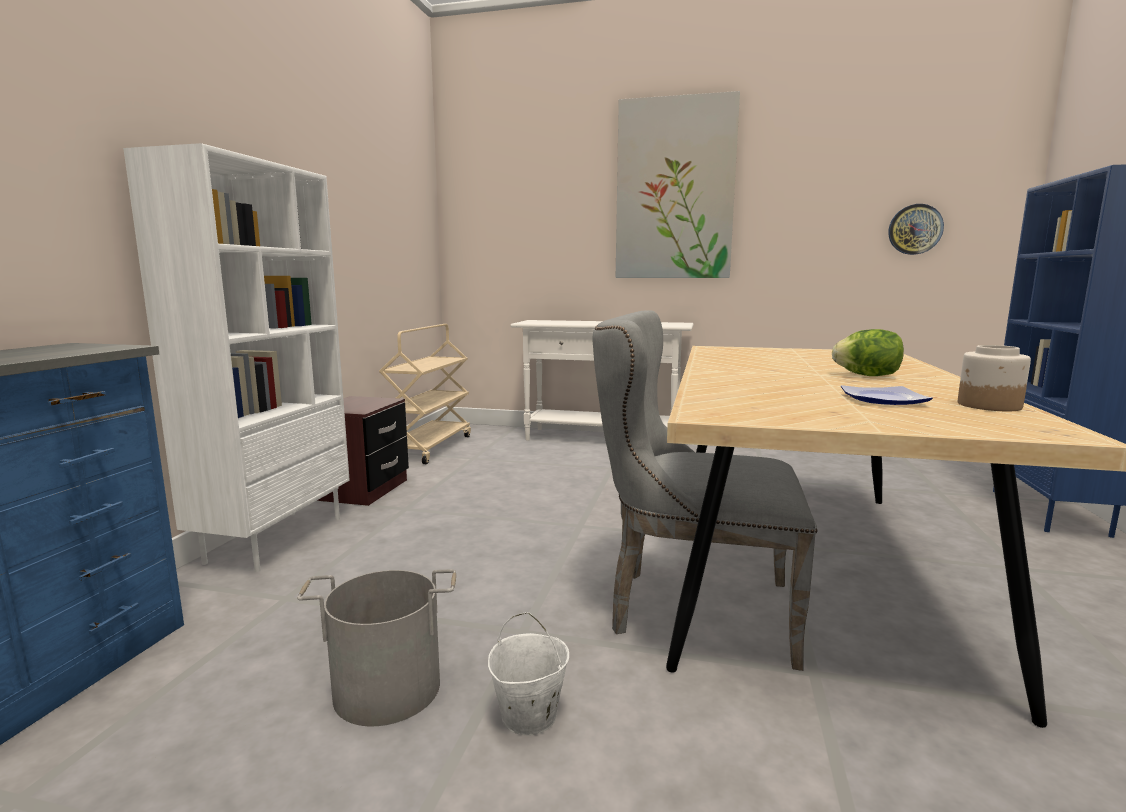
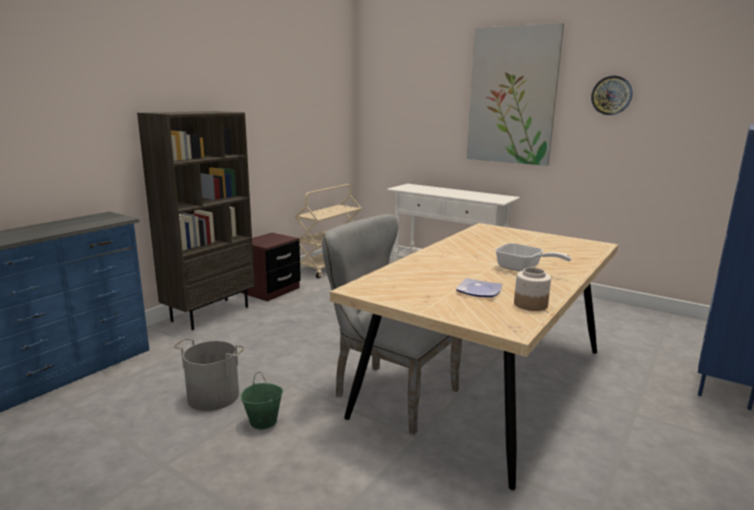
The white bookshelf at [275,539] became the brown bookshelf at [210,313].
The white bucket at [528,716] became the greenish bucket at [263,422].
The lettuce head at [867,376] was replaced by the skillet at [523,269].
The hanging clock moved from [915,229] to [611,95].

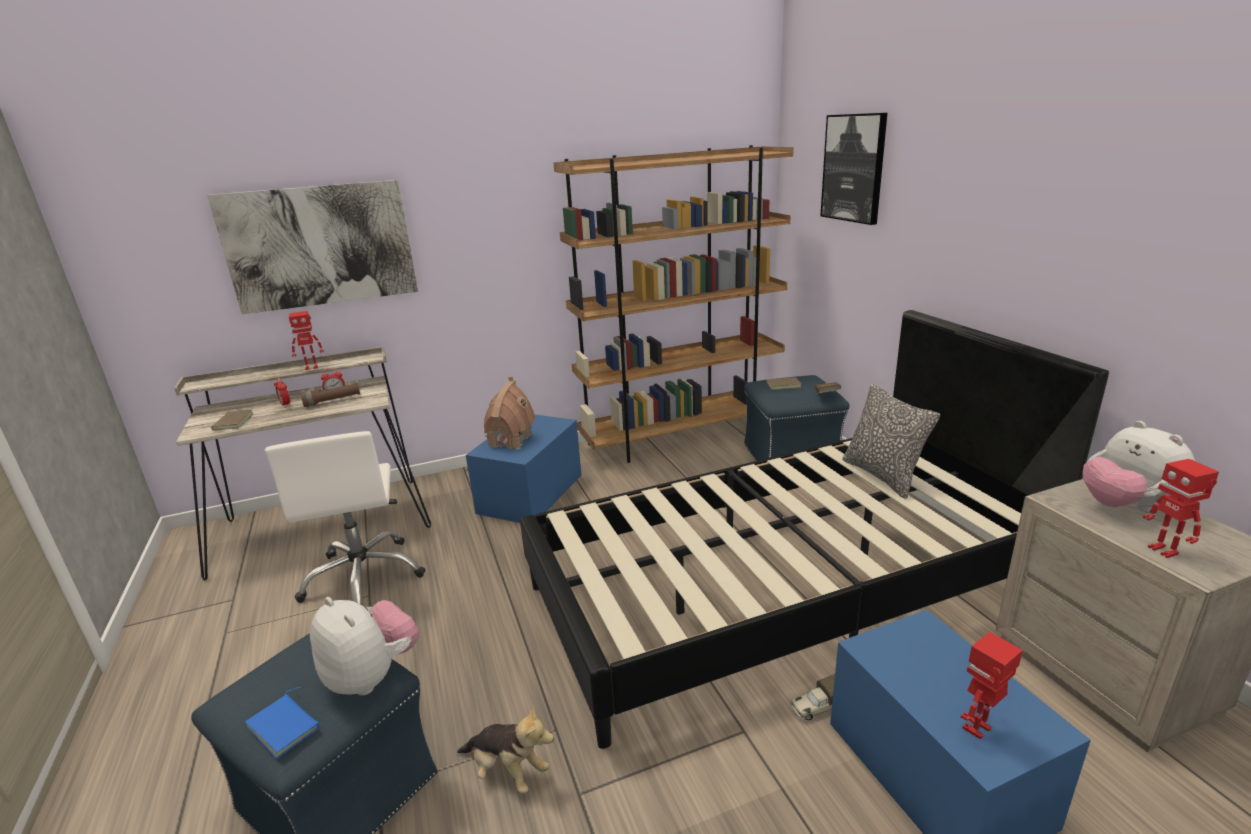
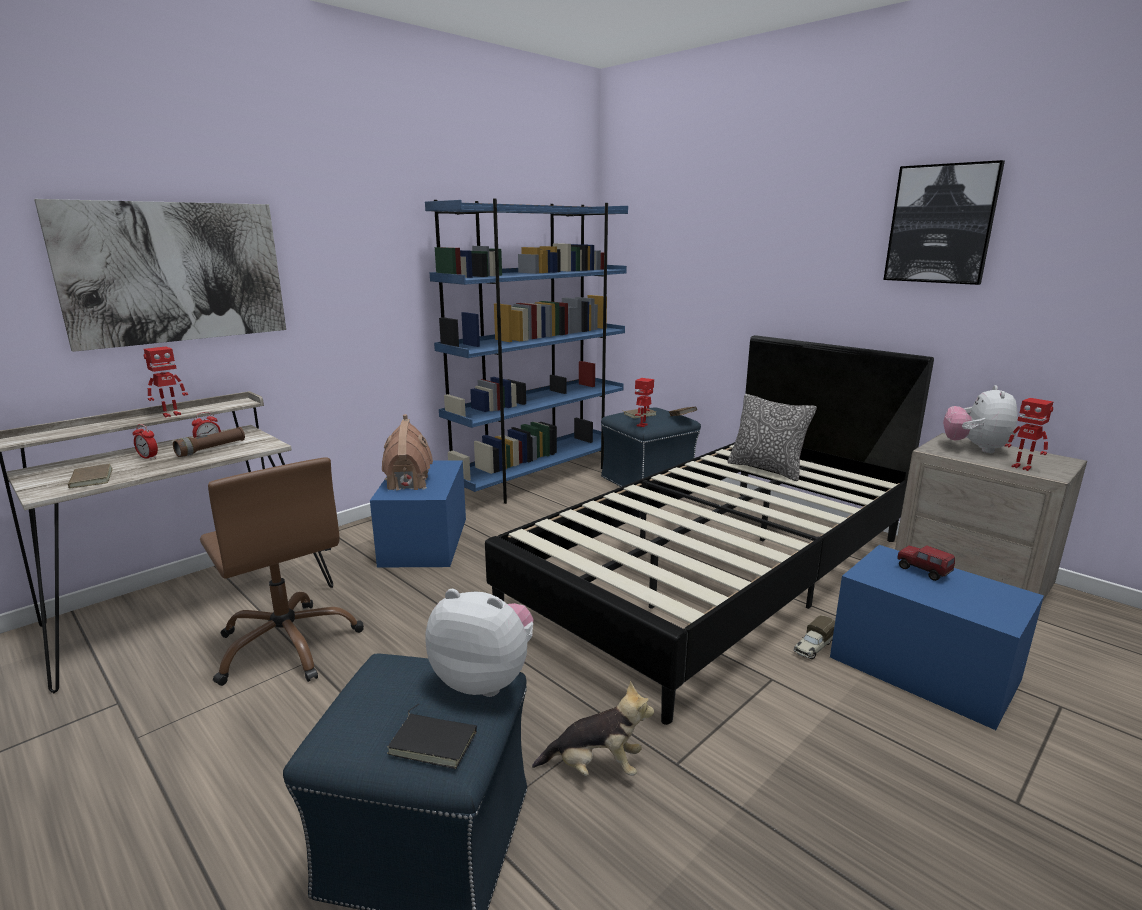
The blue-coloured volume at [286,726] became the black-coloured volume at [434,742].
The white desk chair at [364,576] became the brown desk chair at [288,645].
The brown bookshelf at [681,436] became the blue-coloured bookshelf at [539,477].
The wall art moved from [854,168] to [941,224].
The toy robot moved from [978,729] to [642,425].
The soft toy at [1126,507] turned 60 degrees clockwise.
The toy truck at [923,572] appeared.

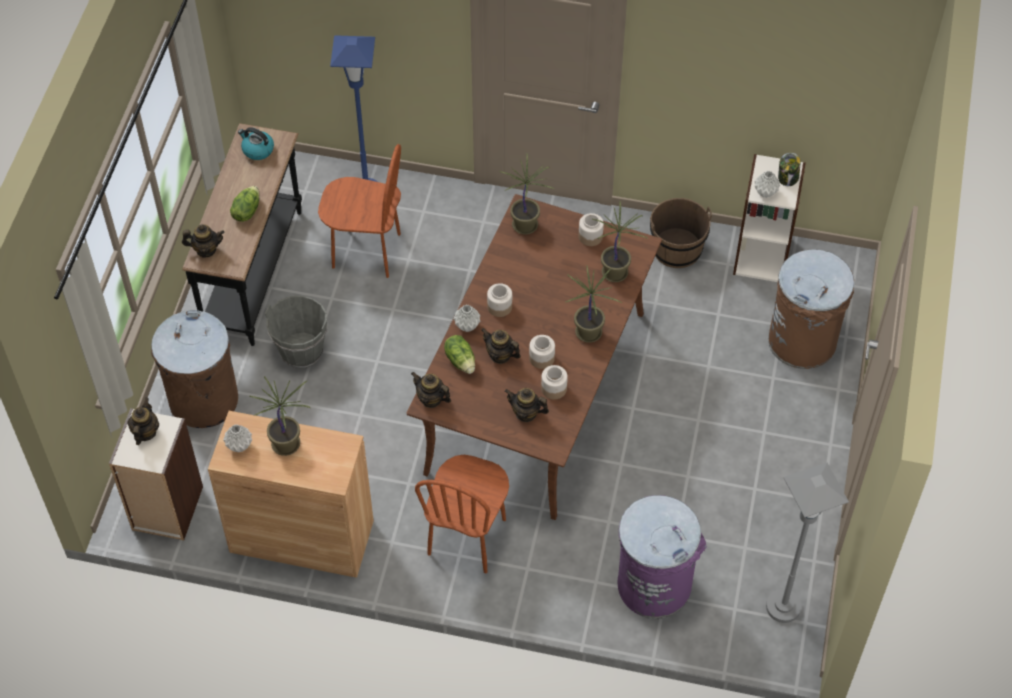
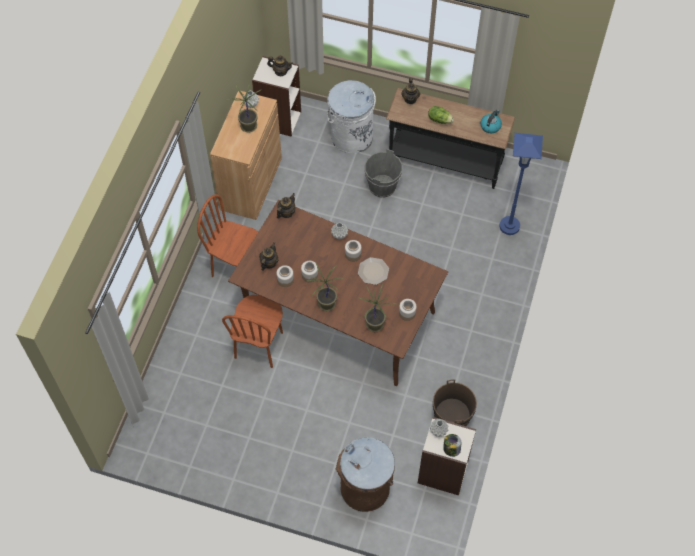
The brown waste bin at [203,399] became the white waste bin at [351,136].
The brown upright chair moved from [366,251] to [259,345].
The lettuce head at [461,360] disappeared.
The teapot at [500,355] disappeared.
The potted plant at [525,224] disappeared.
The purple-coloured waste bin at [654,584] disappeared.
The greyish standard lamp at [783,607] disappeared.
The flat dish at [373,271] appeared.

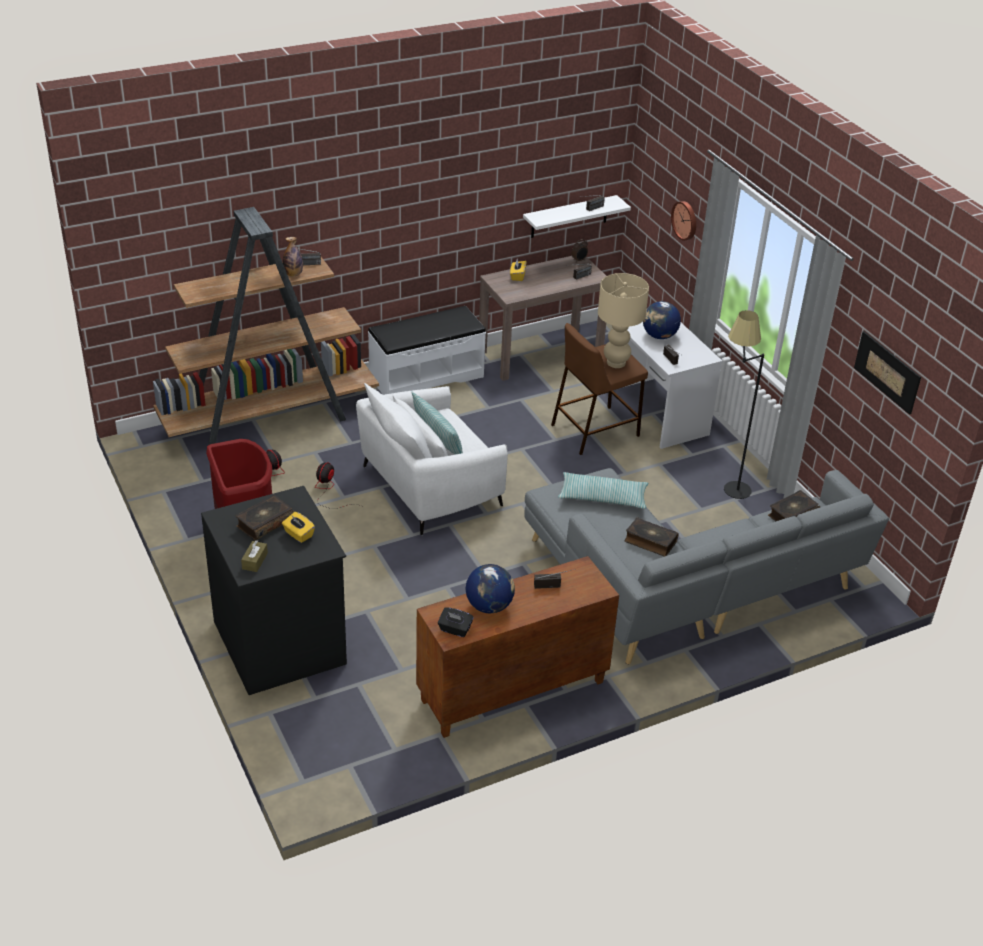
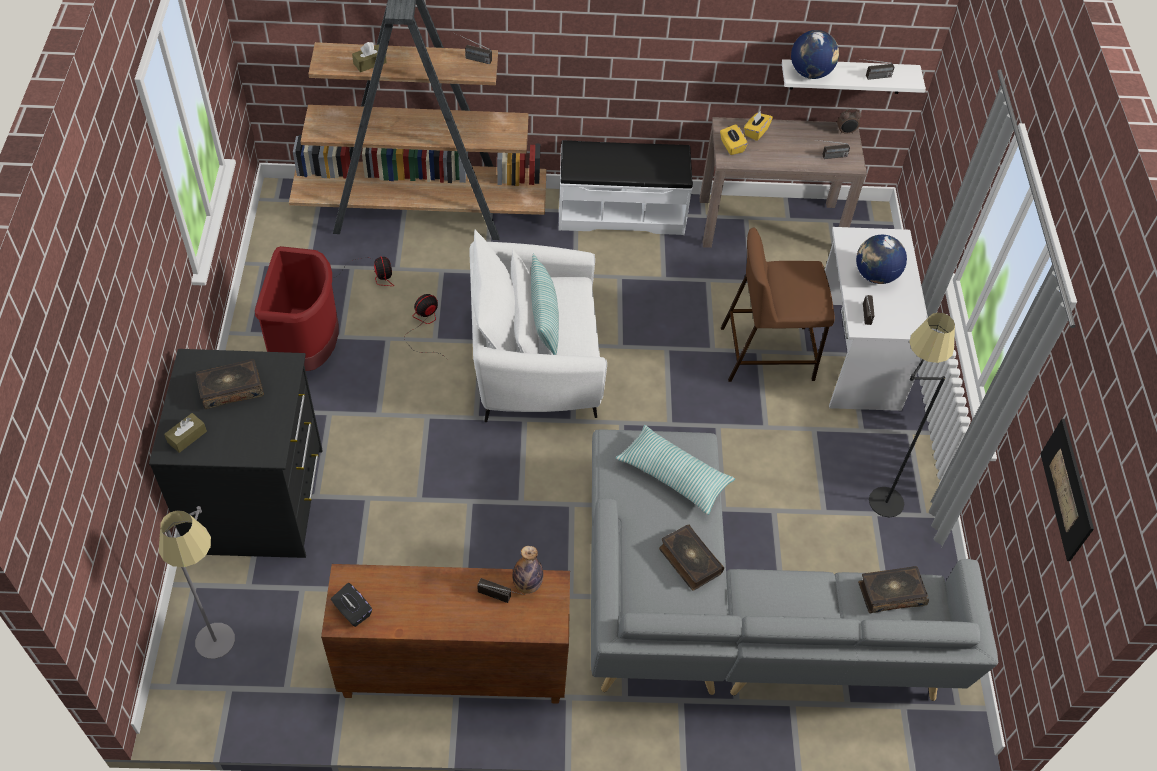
The yellow tissue holder moved from [298,534] to [731,146].
The bottle moved from [293,274] to [527,584].
The globe moved from [489,606] to [810,73].
The beige-coloured lamp for a table at [615,362] disappeared.
The hanging clock at [685,220] disappeared.
The greyish standard lamp at [227,652] appeared.
The brown tissue holder at [369,63] appeared.

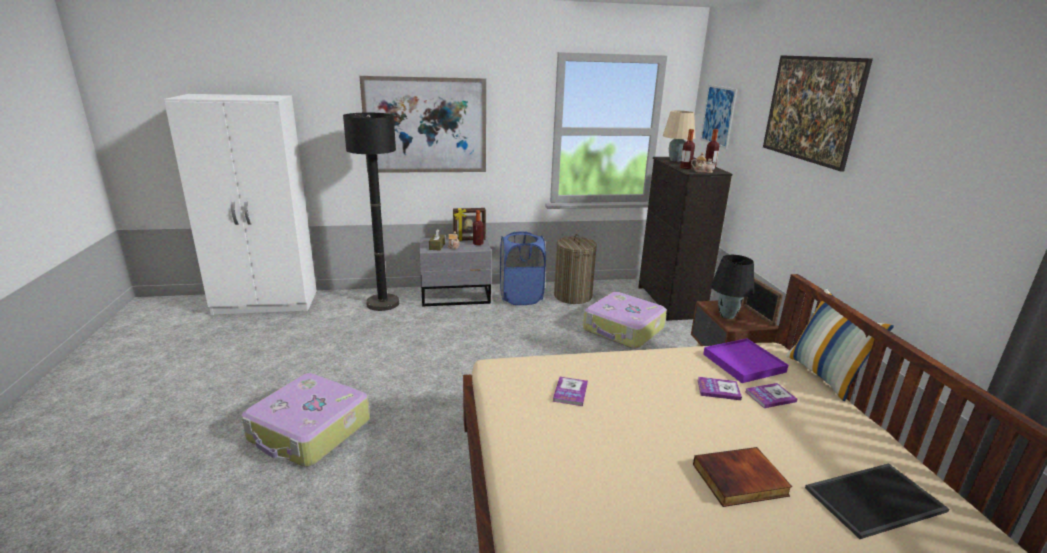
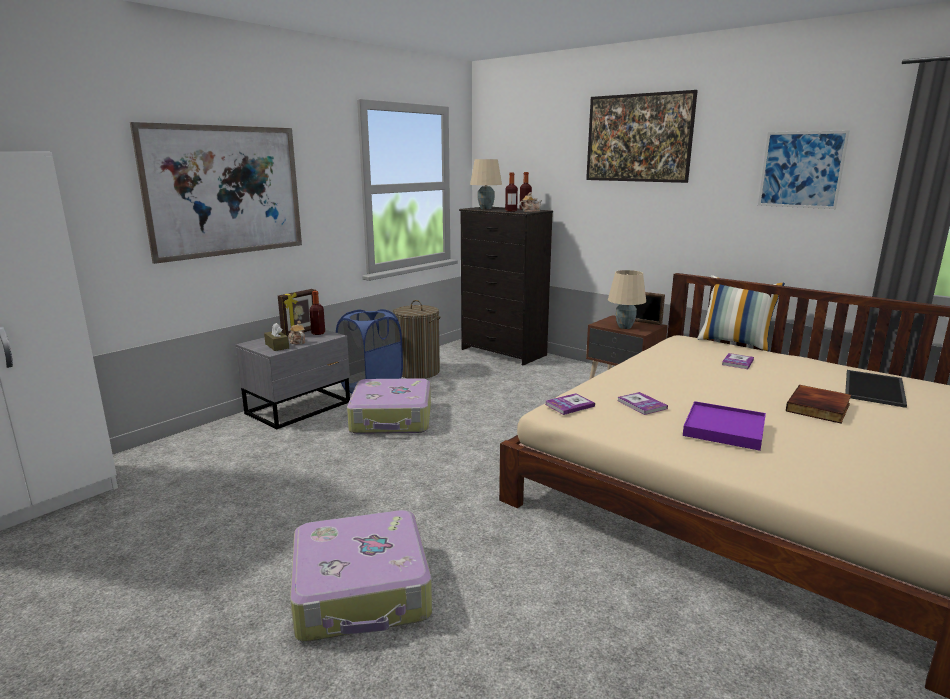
The black-coloured standard lamp at [383,303] disappeared.
The suitcase moved from [623,330] to [392,419].
The volume moved from [718,389] to [569,405].
The wall art moved from [718,116] to [801,169].
The purple-coloured carrying tray moved from [743,363] to [724,429].
The black-coloured lamp for a table at [726,315] became the beige-coloured lamp for a table at [624,327].

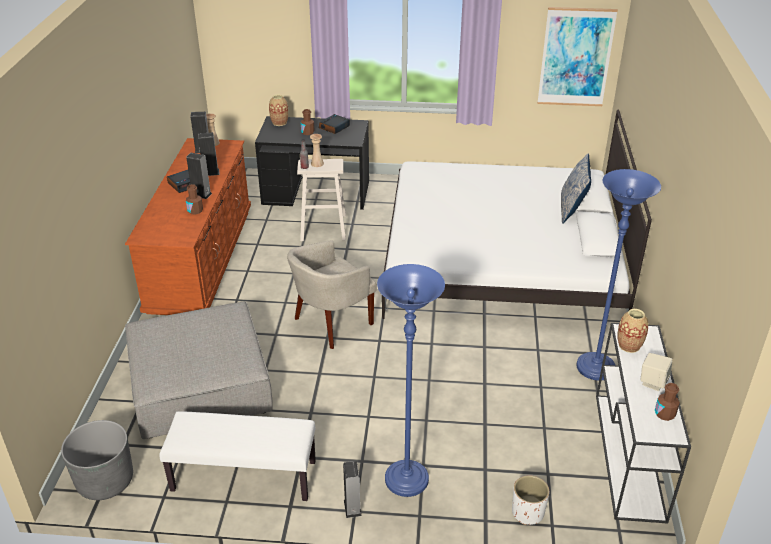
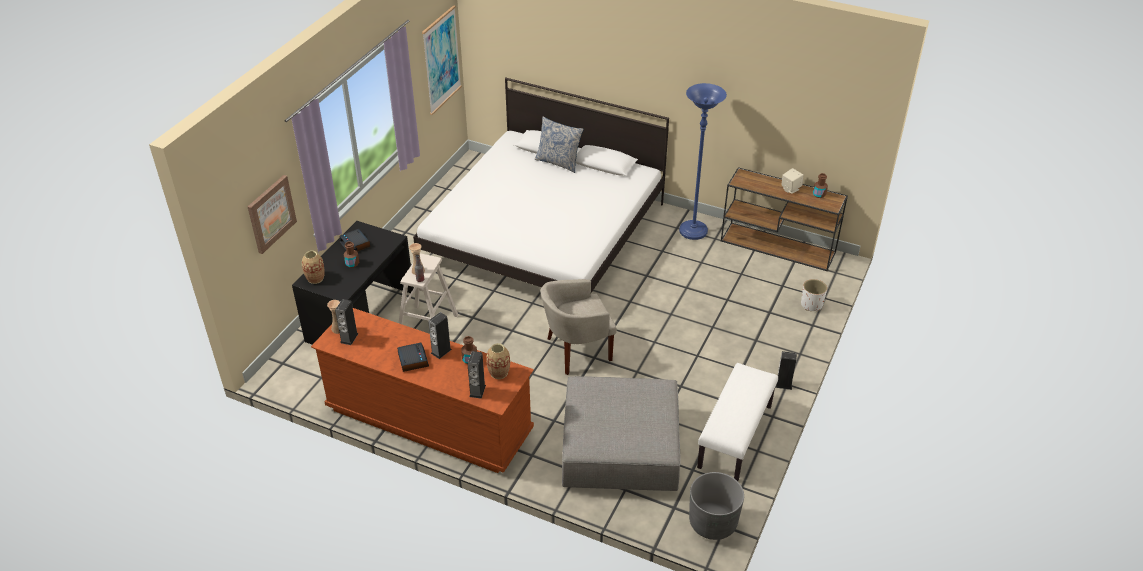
The speaker moved from [210,172] to [477,391].
The beige-coloured easy chair at [331,323] turned 90 degrees clockwise.
The blue-coloured standard lamp at [406,480] disappeared.
The white console table at [629,456] became the brown console table at [779,246].
The decorative vase moved from [629,345] to [499,373].
The wall art at [271,213] appeared.

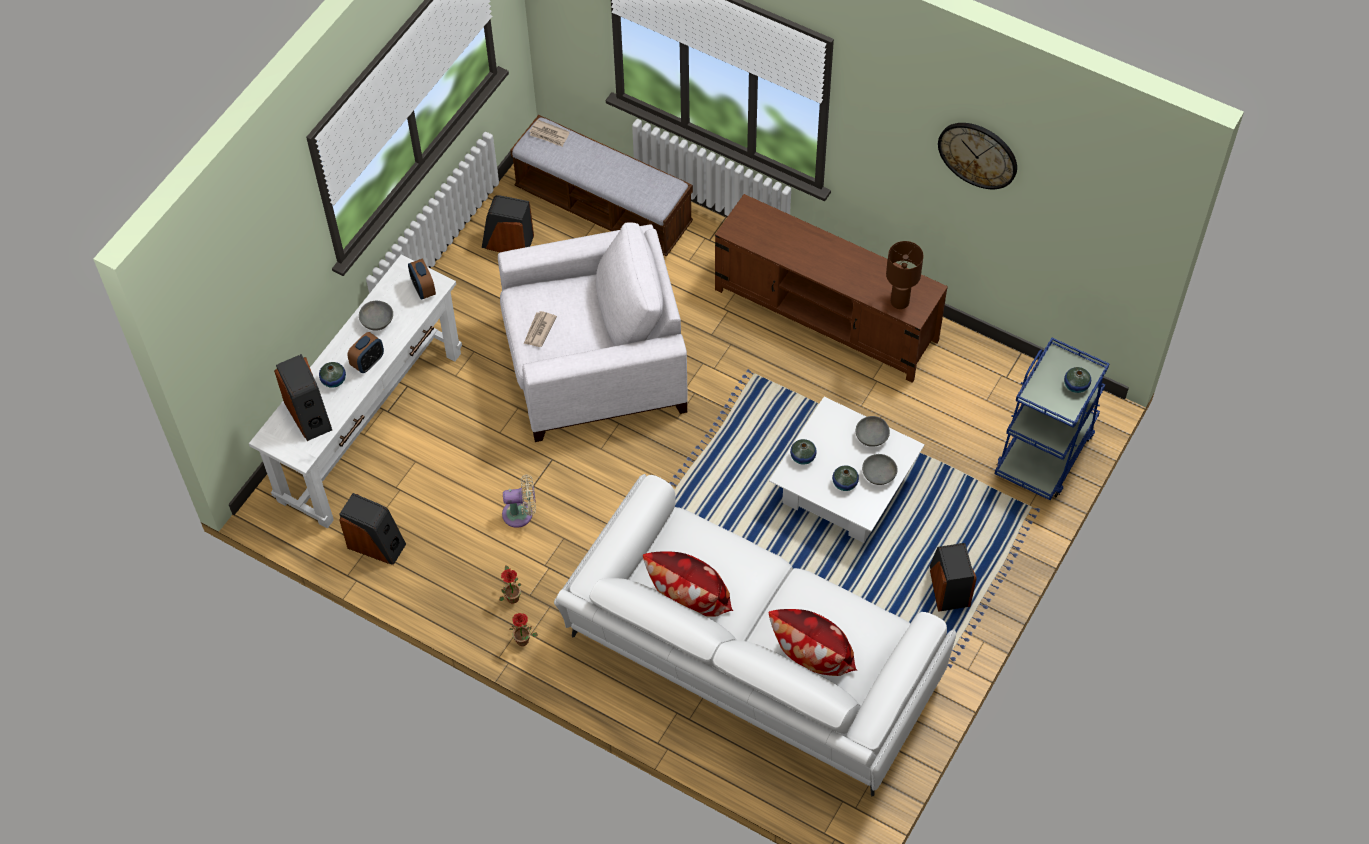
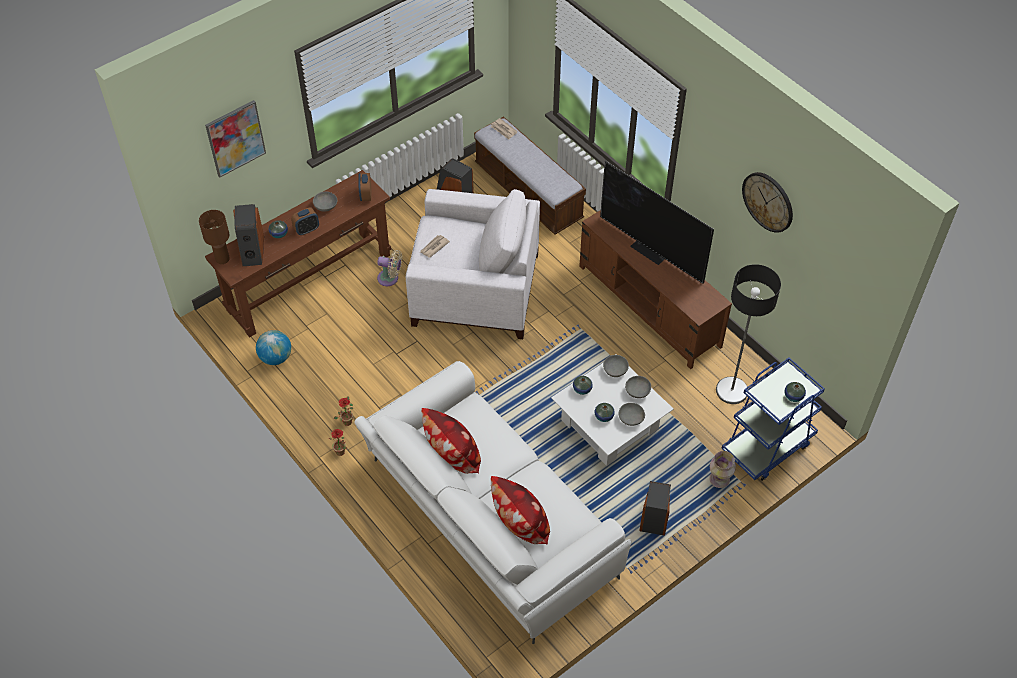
The white console table at [371,426] became the brown console table at [309,282].
The speaker at [376,544] was replaced by the globe at [276,358].
The beige-coloured fan moved from [521,514] to [390,278].
The brown lamp for a table moved from [900,302] to [222,259].
The wall art at [235,138] appeared.
The TV at [651,250] appeared.
The greyish bowl at [615,370] appeared.
The decorative vase at [719,480] appeared.
The standard lamp at [732,391] appeared.

